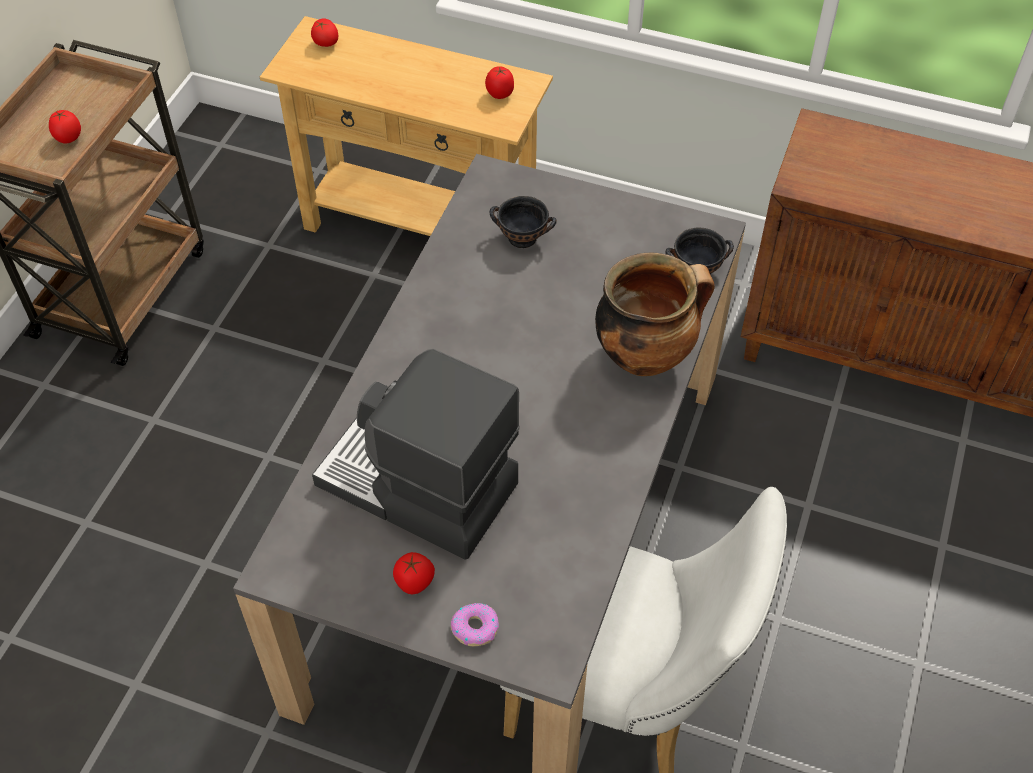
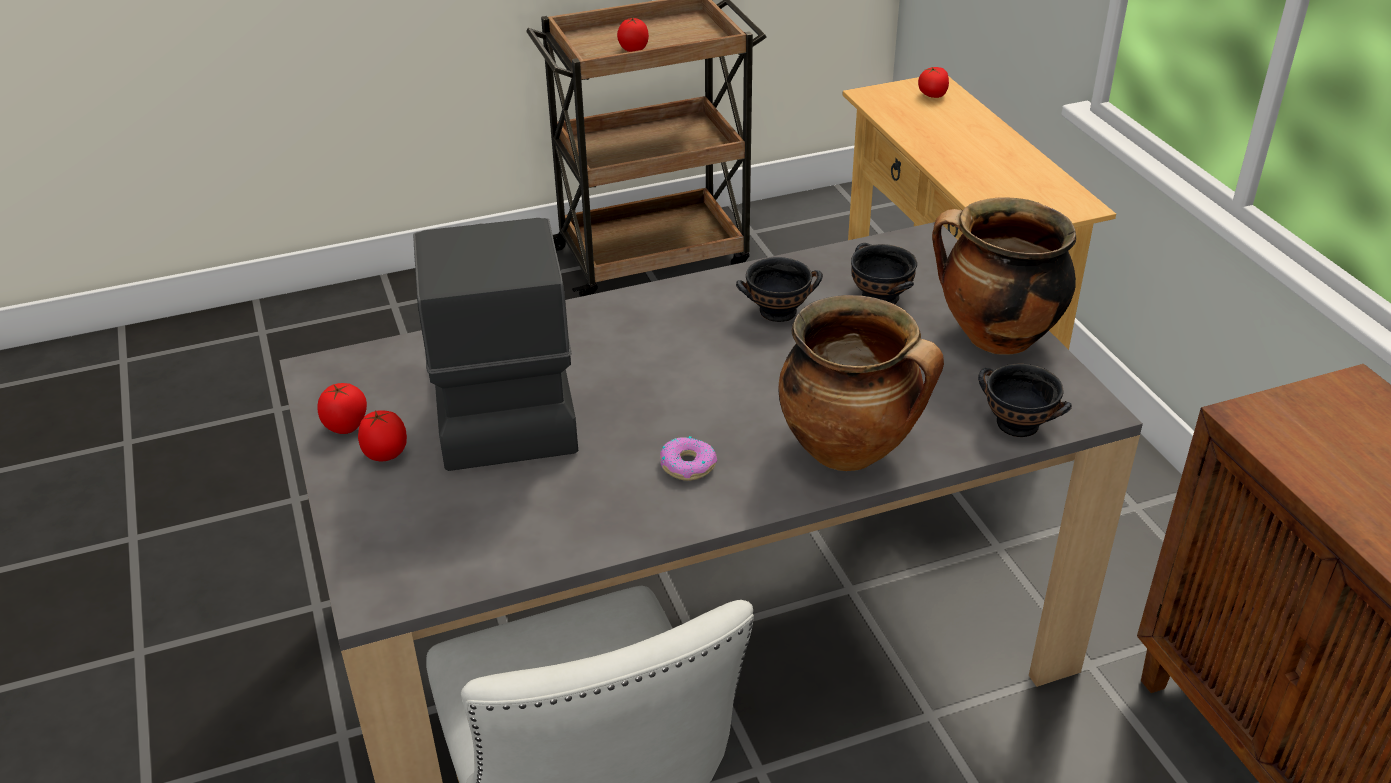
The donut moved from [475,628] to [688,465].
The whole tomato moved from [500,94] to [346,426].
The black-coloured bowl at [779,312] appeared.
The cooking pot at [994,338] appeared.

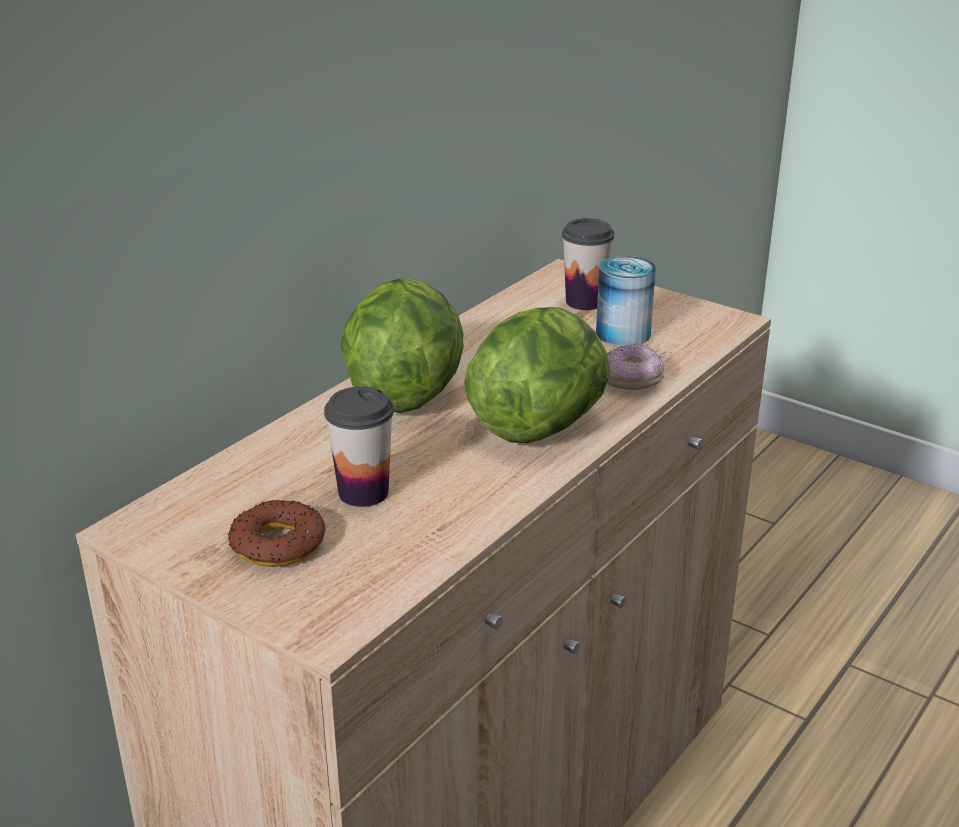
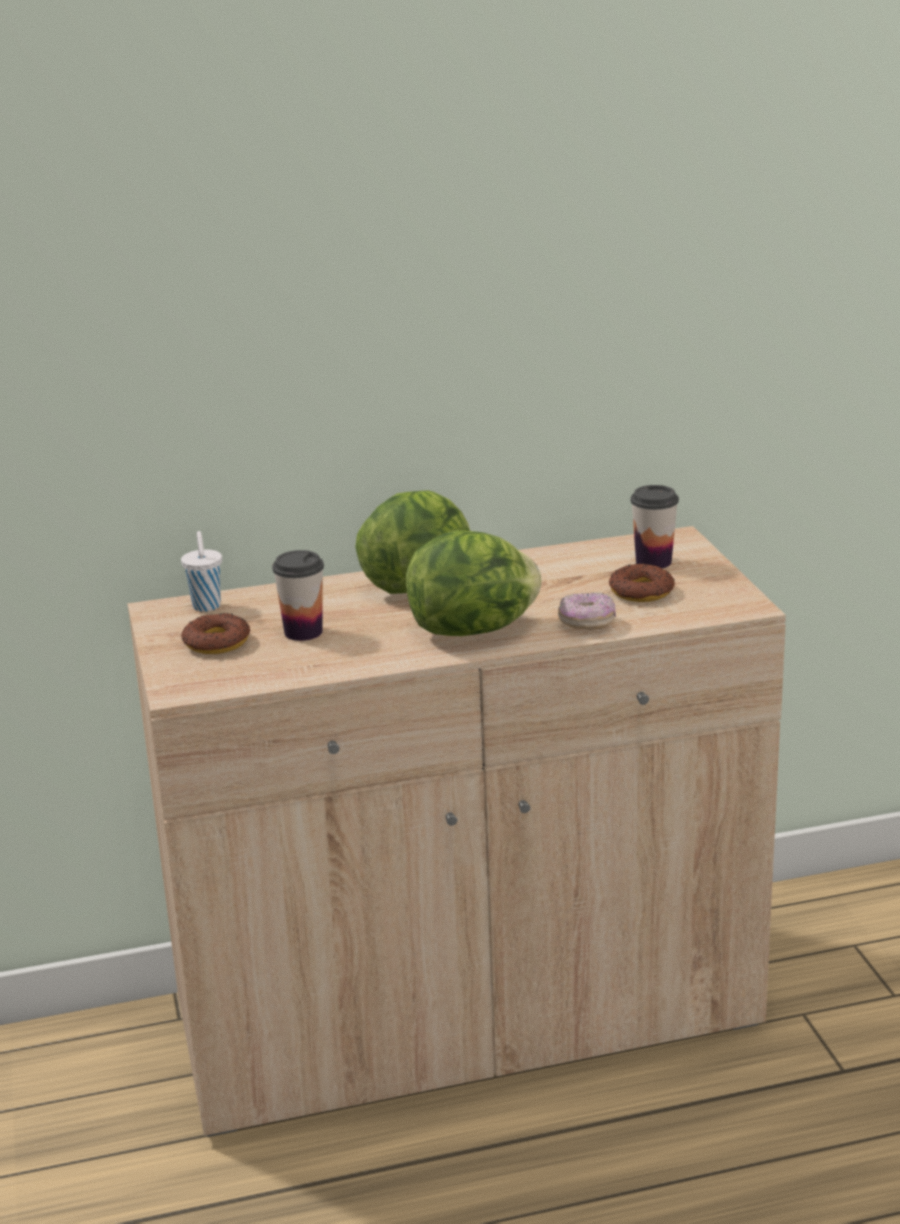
The can at [623,334] was replaced by the donut at [641,591].
The white small cup at [206,607] appeared.

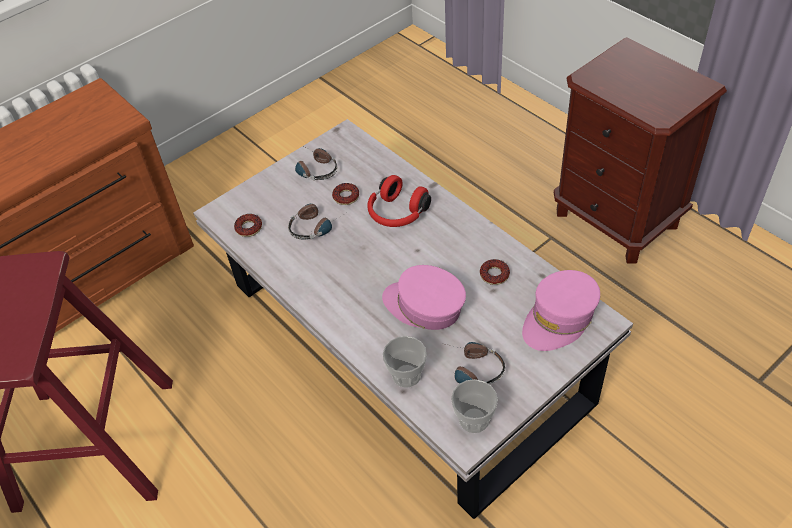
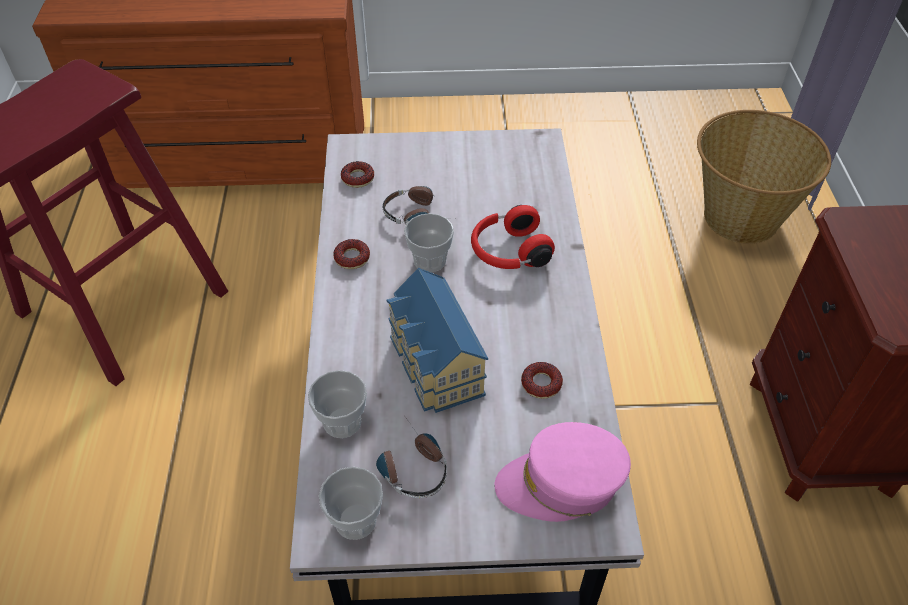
The pair of headphones at [313,168] disappeared.
The donut moved from [346,197] to [352,258].
The pinkish baseball cap at [424,306] was replaced by the toy house at [434,365].
The small cup at [429,260] appeared.
The household basket at [739,216] appeared.

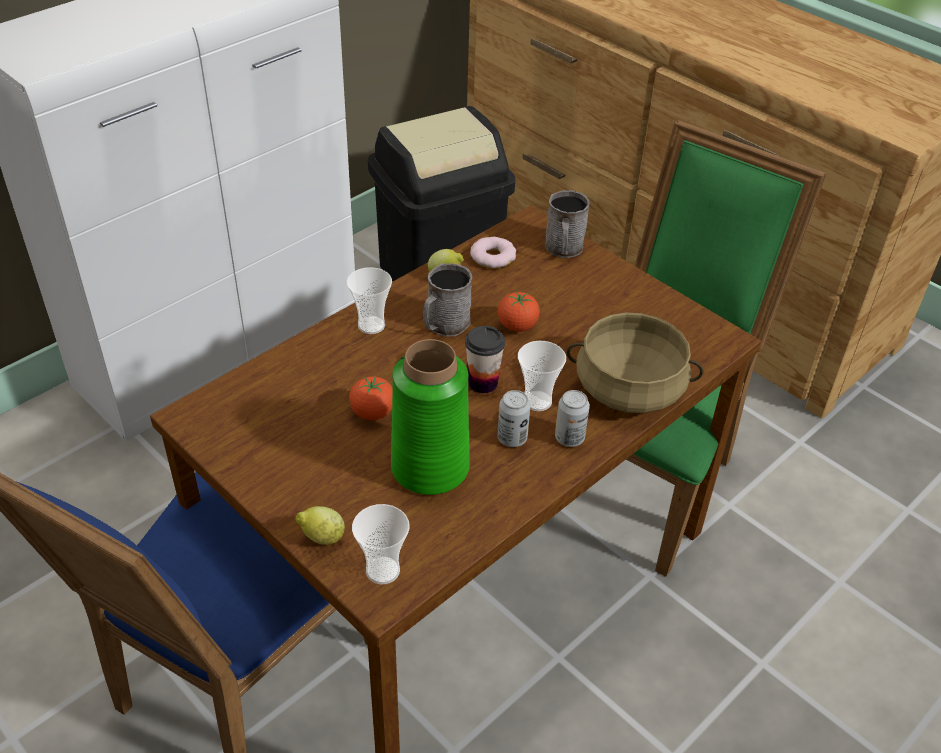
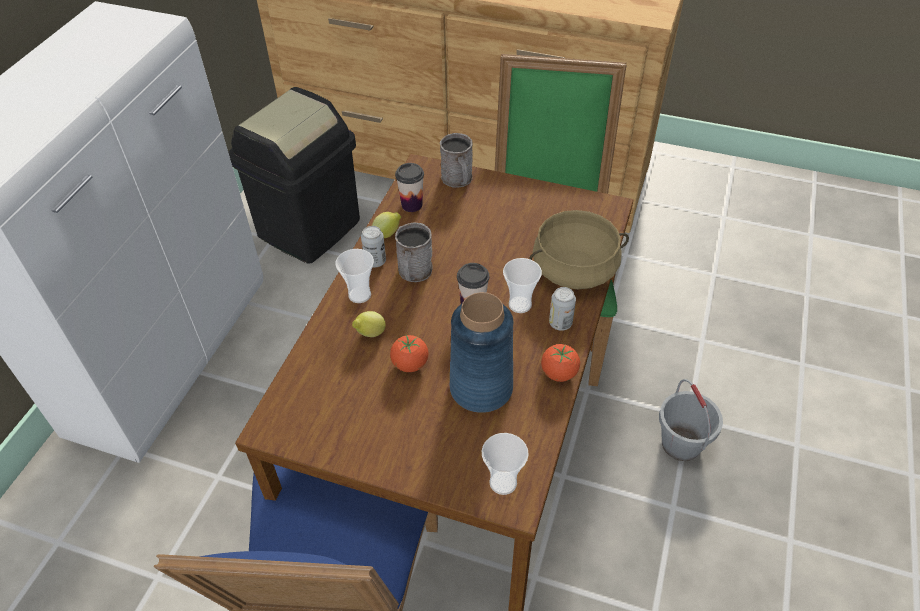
The citrus fruit moved from [322,538] to [370,334].
The greenish decorative vase at [430,468] became the blue-coloured decorative vase at [481,388].
The donut at [493,257] was replaced by the small cup at [412,205].
The whole tomato moved from [517,326] to [559,373].
The can moved from [512,438] to [375,261].
The greyish bucket at [681,444] appeared.

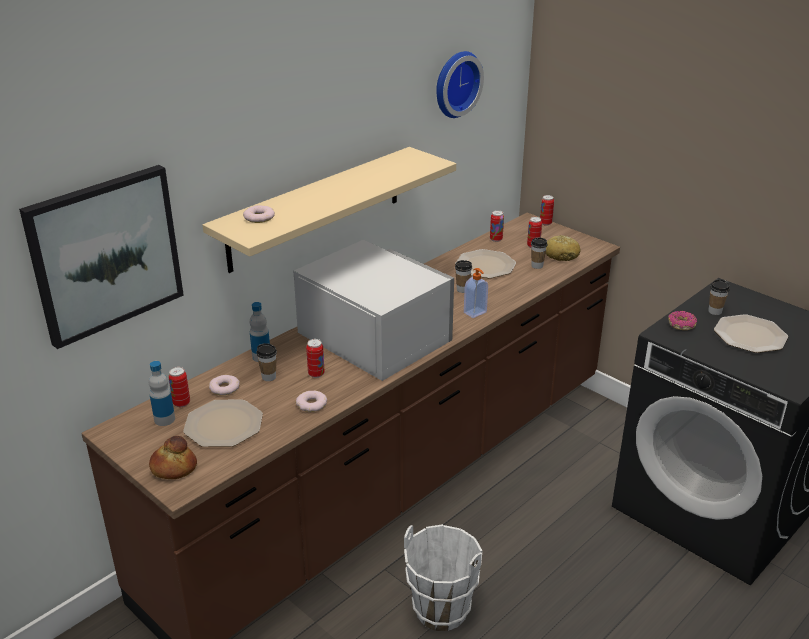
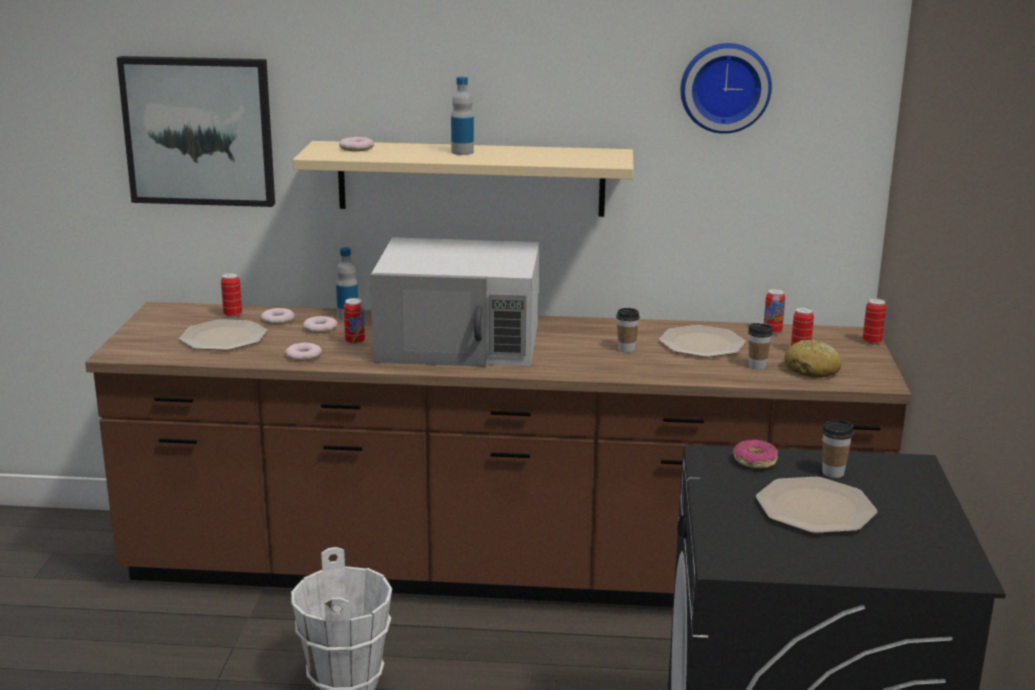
The bottle moved from [164,419] to [462,152].
The bakery bread at [173,468] disappeared.
The small cup at [269,377] was replaced by the donut at [320,328].
The white microwave oven at [373,336] turned 90 degrees clockwise.
The liquid soap bottle at [475,313] disappeared.

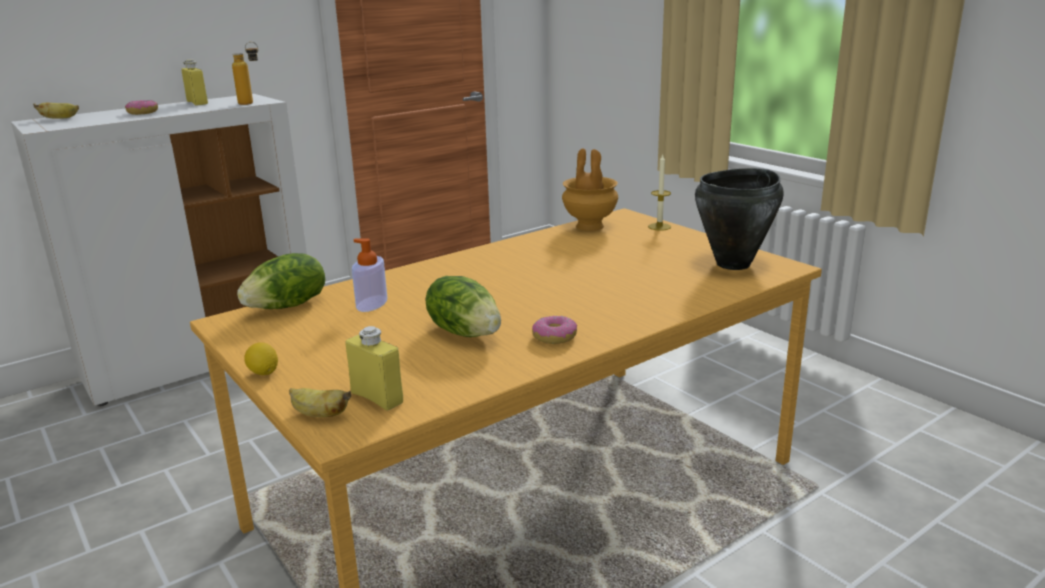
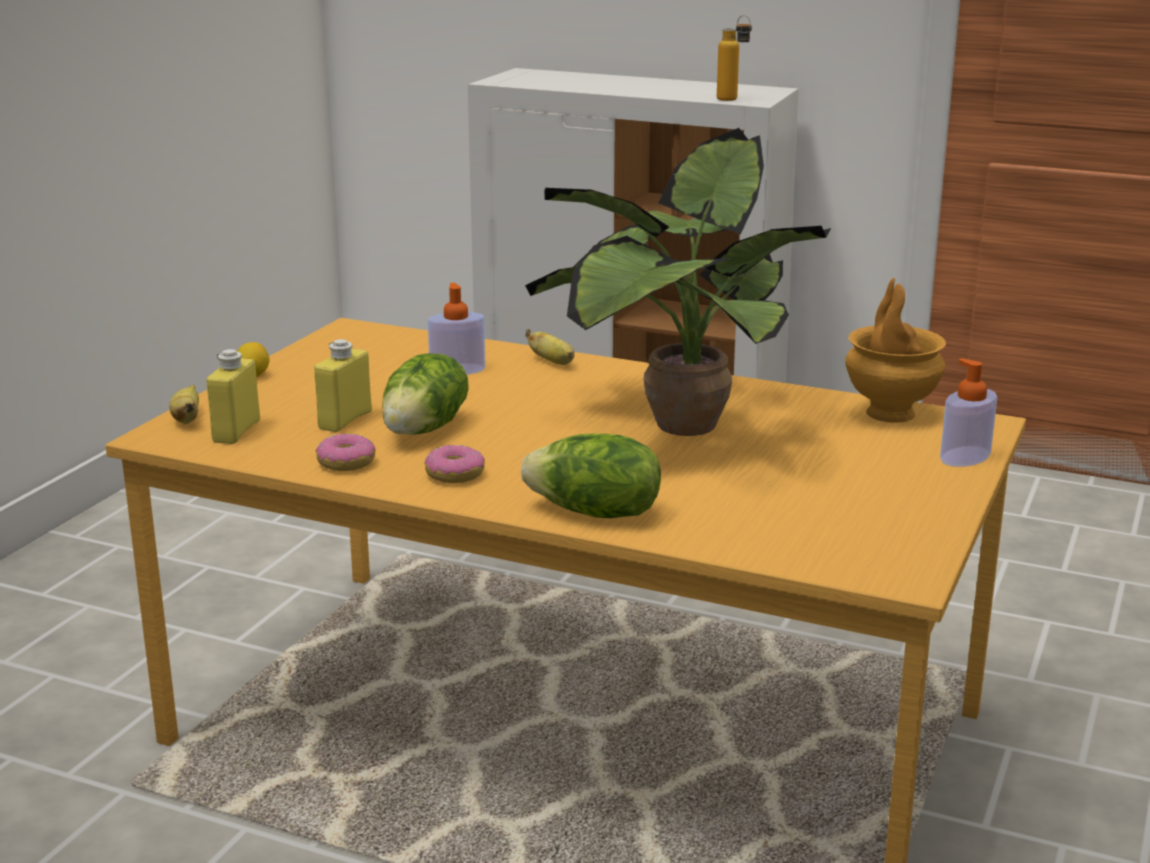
The banana moved from [60,118] to [553,362].
The donut moved from [143,113] to [346,463].
The yellow bottle moved from [197,103] to [345,420].
The lettuce head moved from [288,306] to [595,513].
The wax light at [659,226] was replaced by the liquid soap bottle at [965,457].
The black-coloured cooking pot at [734,264] disappeared.
The potted plant at [673,425] appeared.

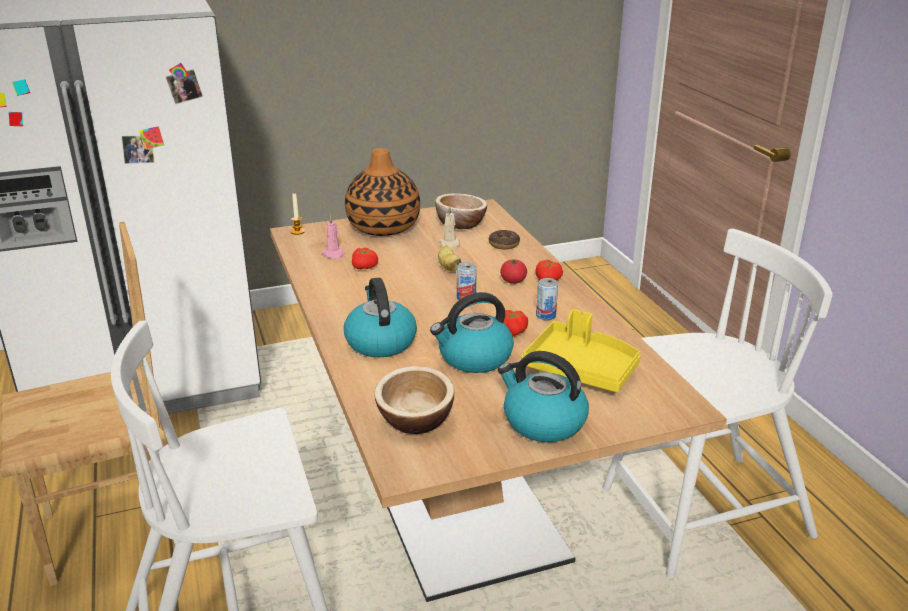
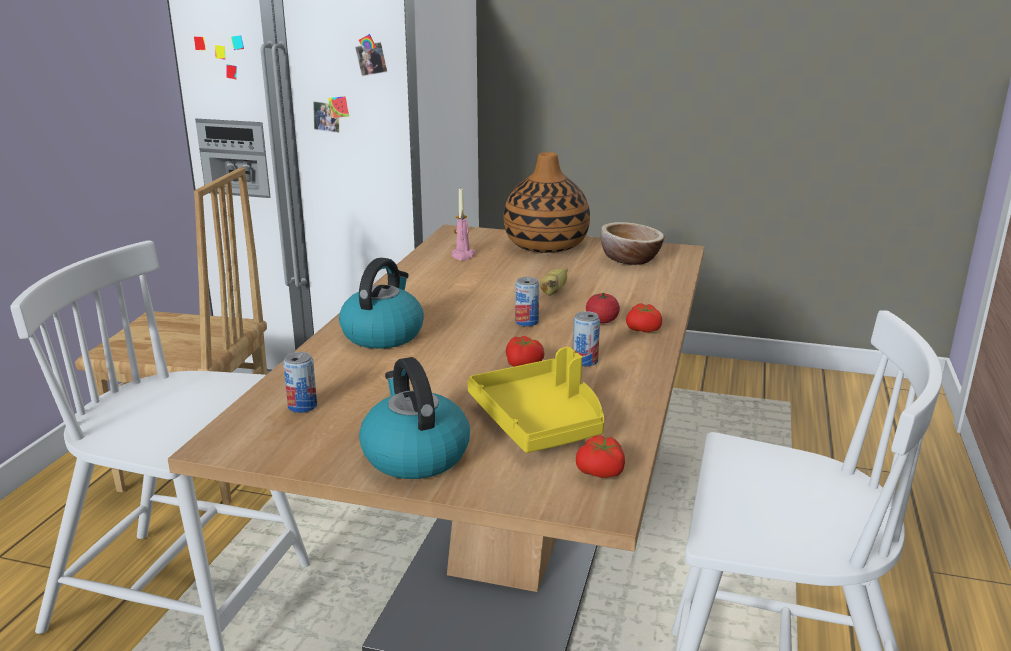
The whole tomato moved from [365,267] to [601,472].
The bowl at [415,419] was replaced by the can at [302,406].
The kettle at [474,358] disappeared.
The beige-coloured wax light at [449,244] disappeared.
The donut at [504,244] disappeared.

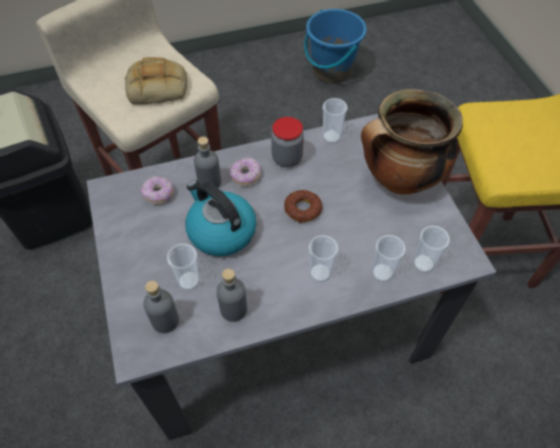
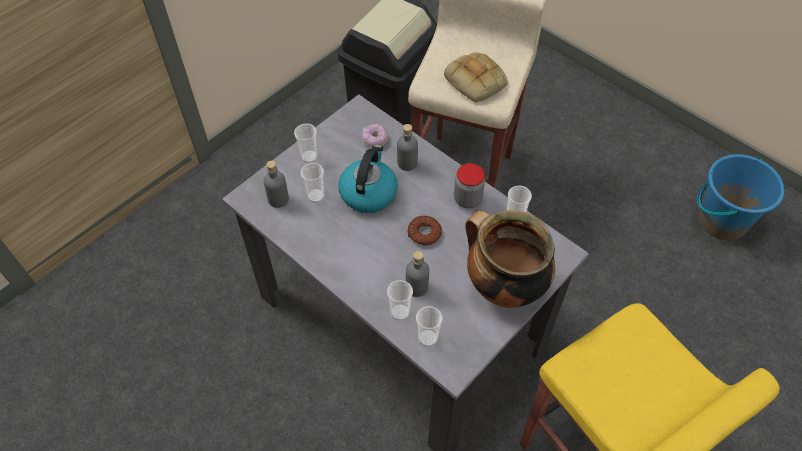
The greyish bottle moved from [233,309] to [416,287].
The donut at [245,176] disappeared.
The small cup moved from [320,273] to [309,157].

